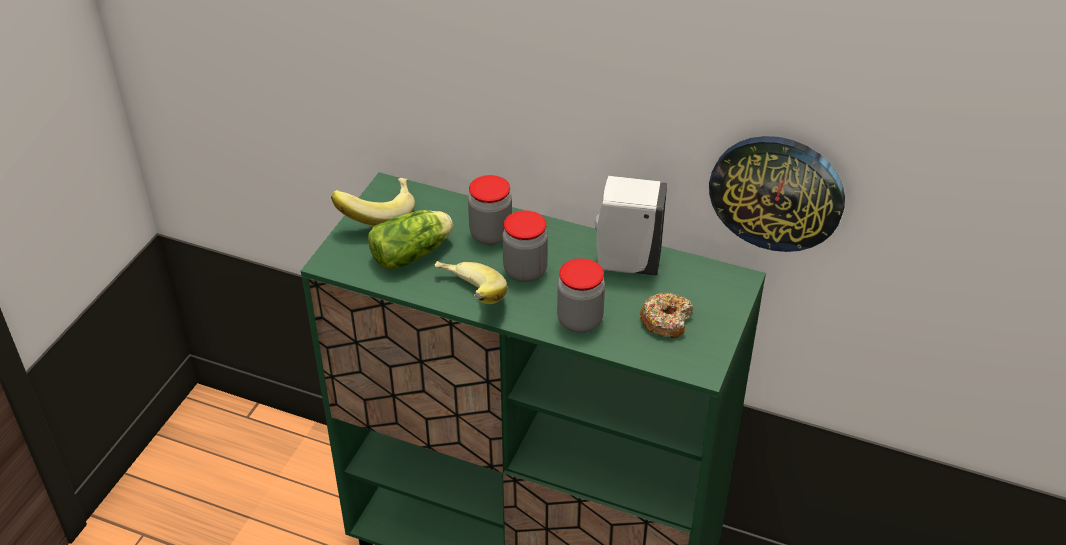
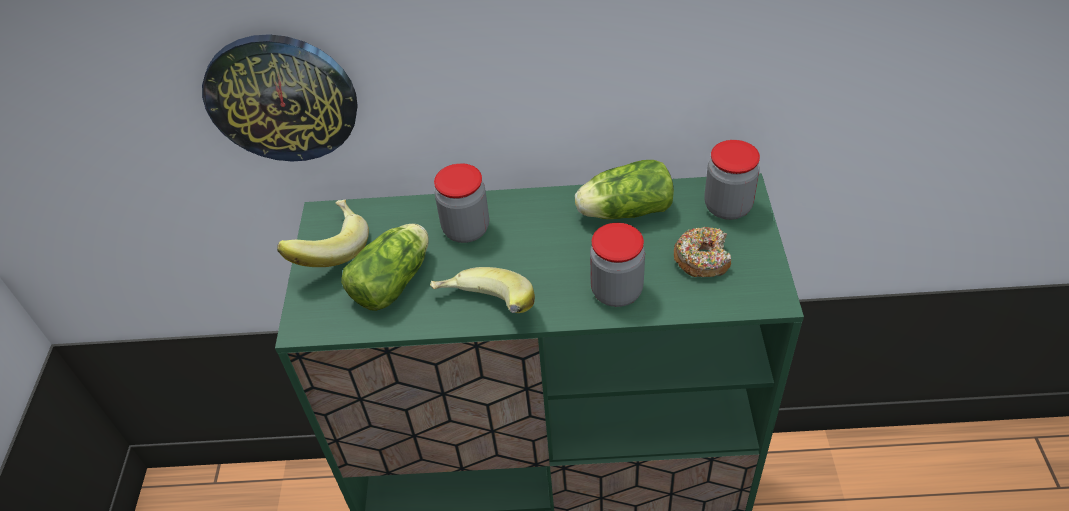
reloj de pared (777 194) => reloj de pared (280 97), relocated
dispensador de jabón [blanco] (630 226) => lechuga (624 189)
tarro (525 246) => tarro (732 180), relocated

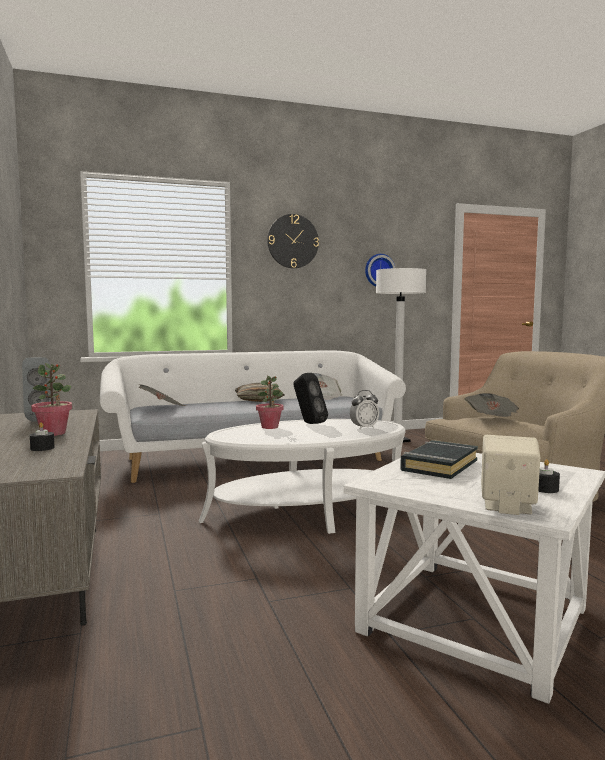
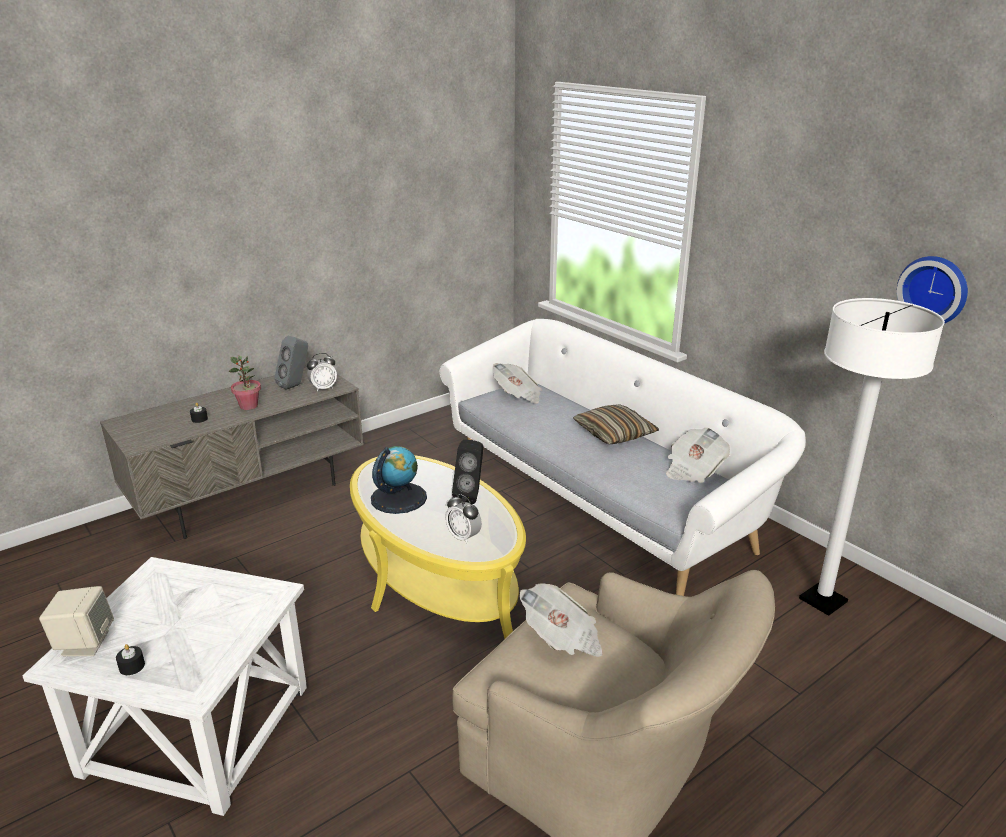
reloj de pared (293 241) => nothing
planta en maceta (270 402) => nothing
mesa de centro [blanco] (302 476) => mesa de centro [amarillo] (438 547)
libro [negro] (439 459) => nothing
nothing => despertador (322 372)
nothing => globo terráqueo (399 480)

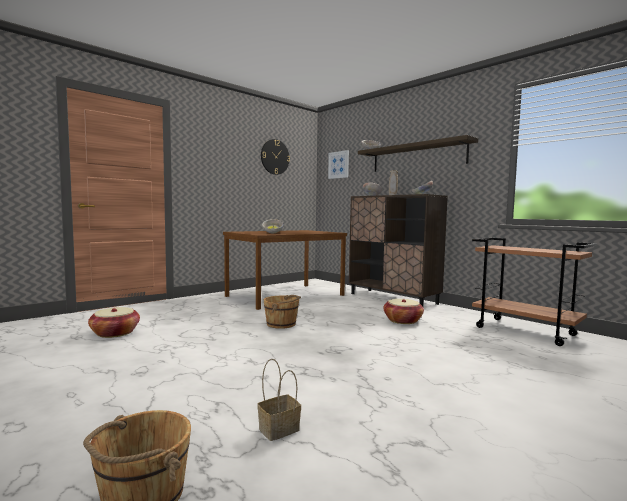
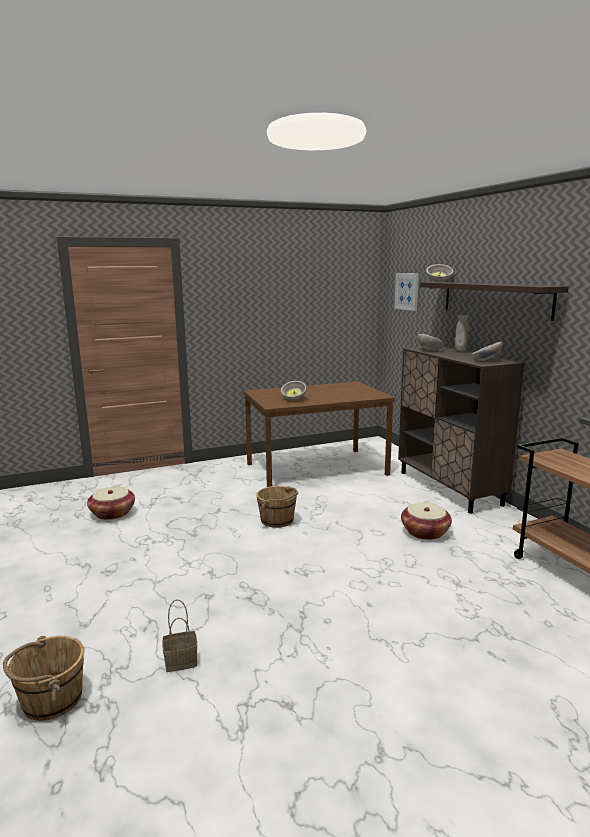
reloj de pared (275 157) => nothing

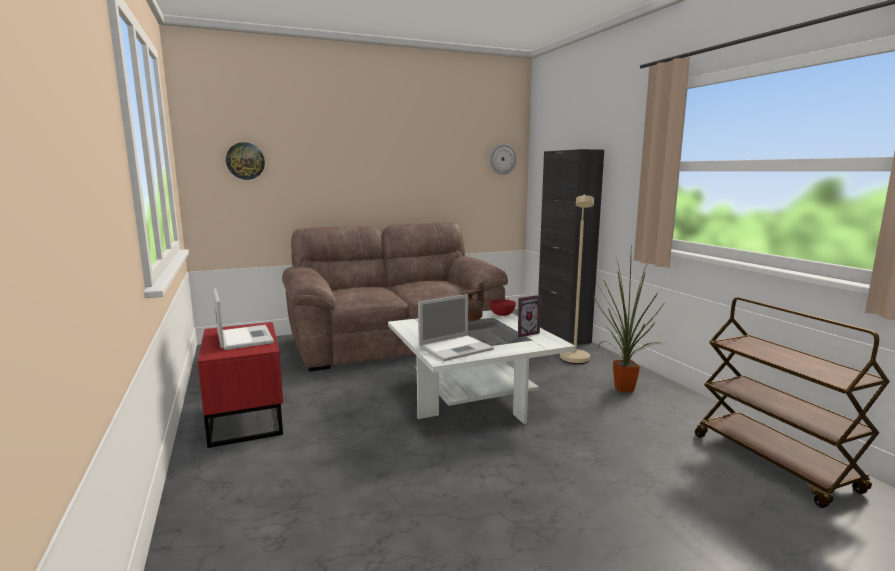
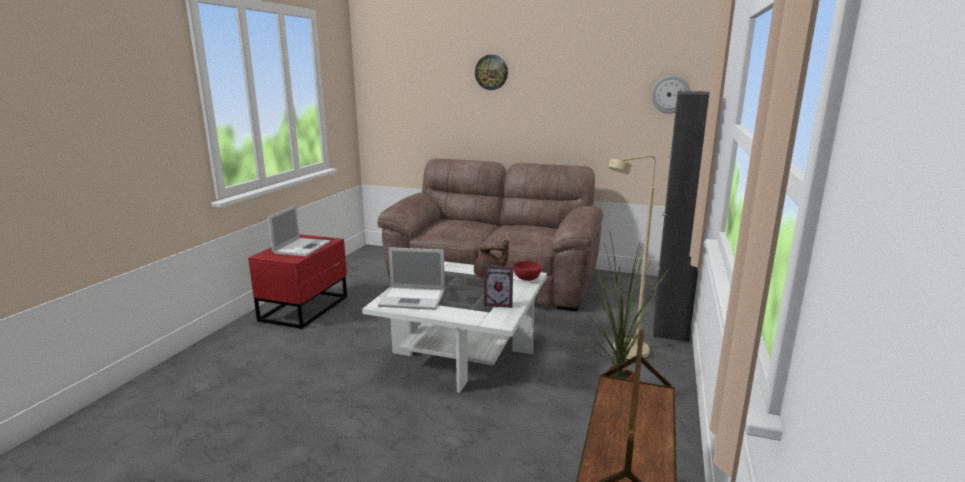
reloj de pared (245 161) => reloj de pared (491 72), relocated

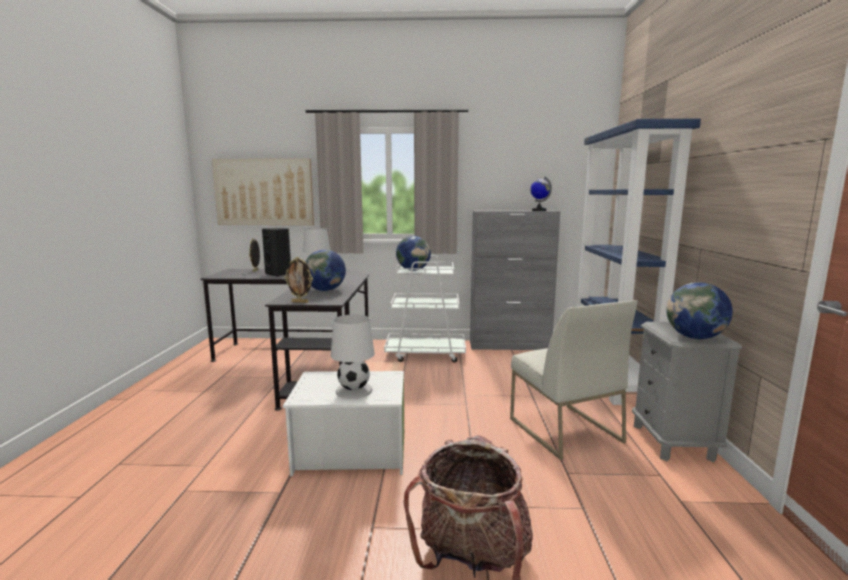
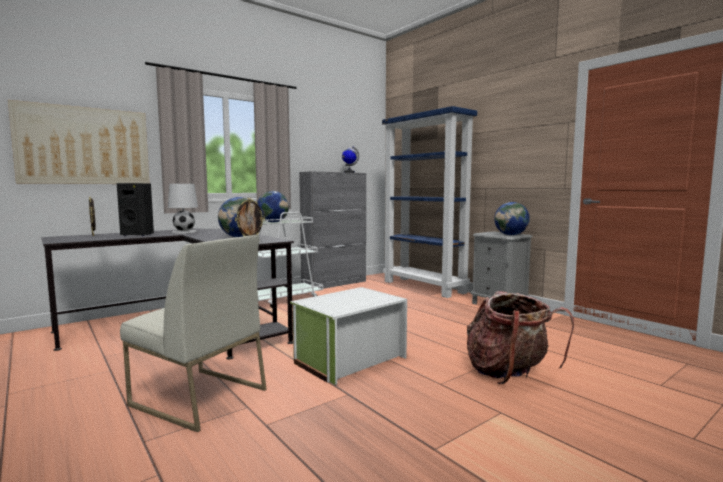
silla [blanco] (573 380) => silla [blanco] (193 333), relocated
lámpara de mesa [blanco] (353 357) => nothing

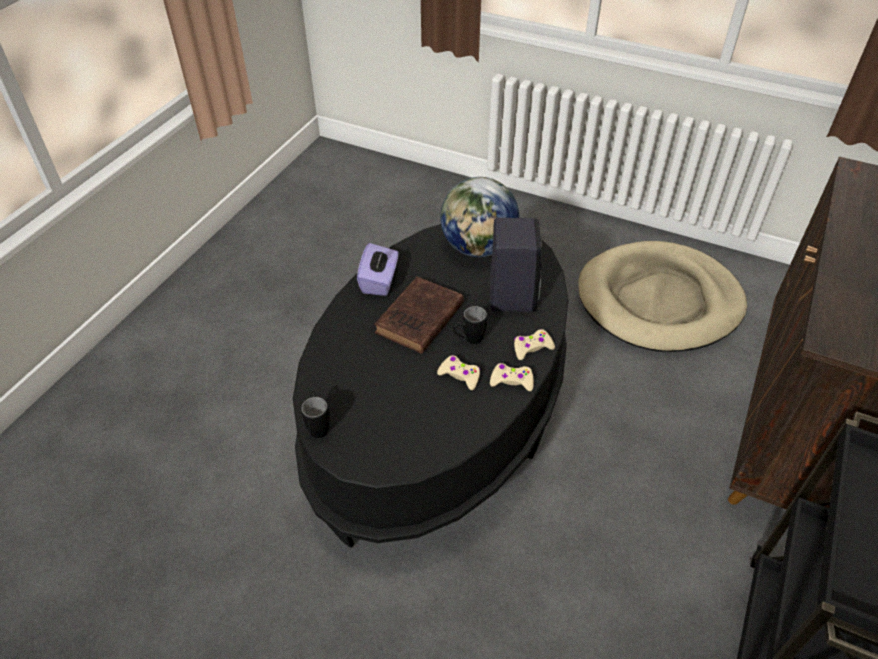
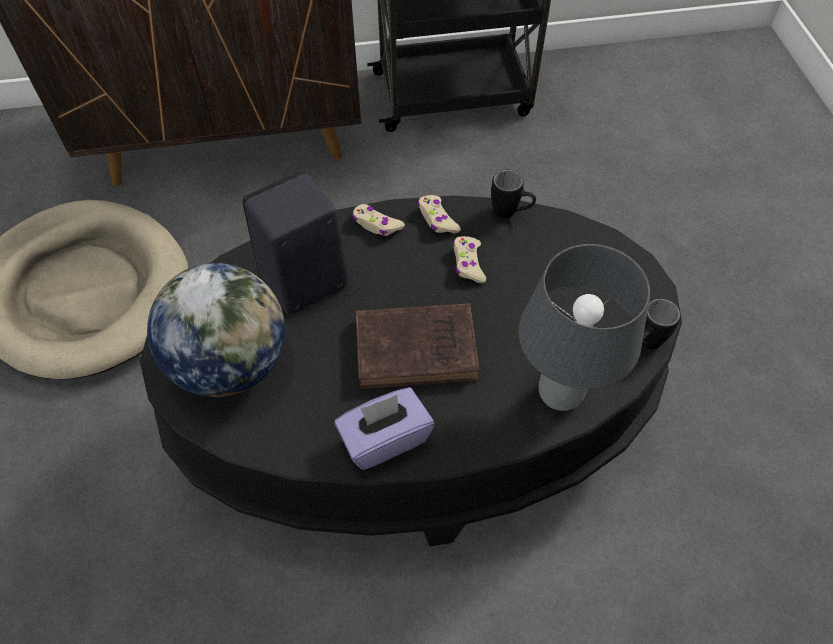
taza grande [negro] (470 325) => taza grande [negro] (513 194), relocated
nothing => lámpara de mesa [gris] (584 327)

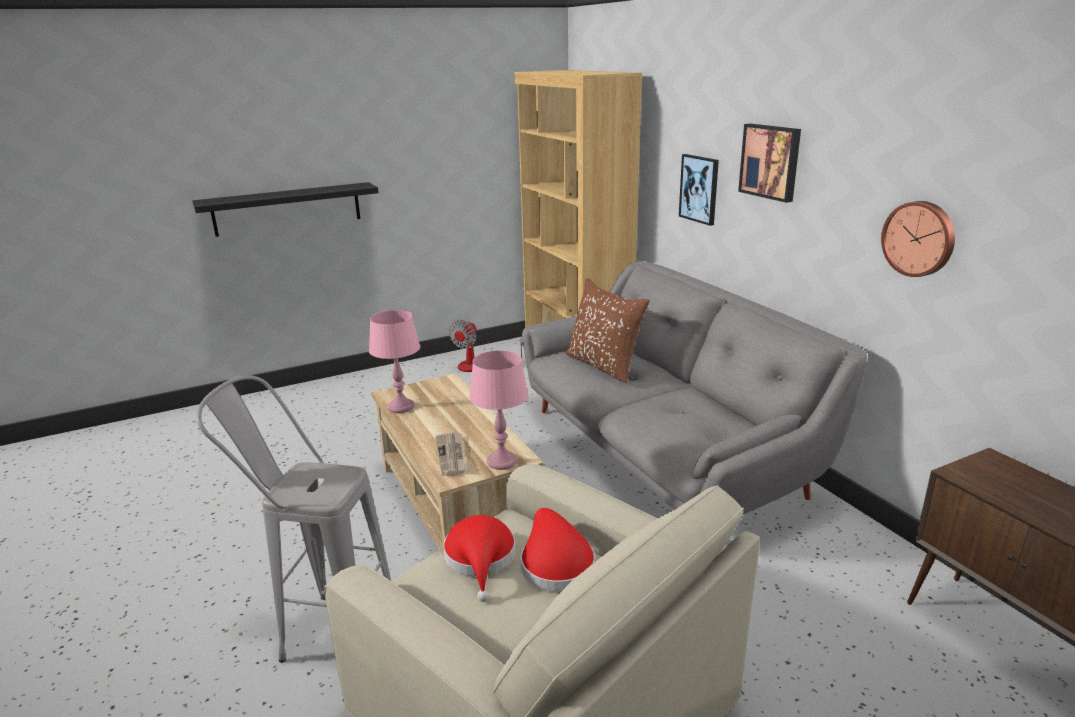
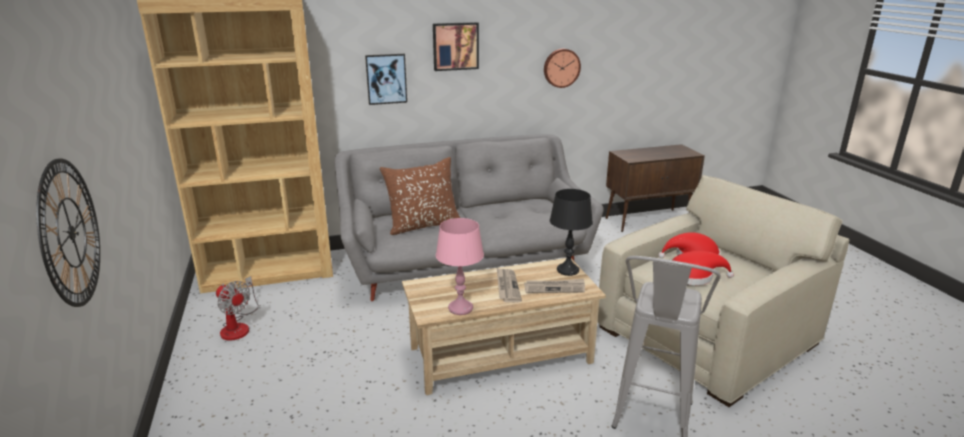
estante [negro] (285 209) => reloj de pared (68 232)
lámpara de mesa [rosa] (499 410) => lámpara de mesa [negro] (571 232)
nothing => periódico (509 285)

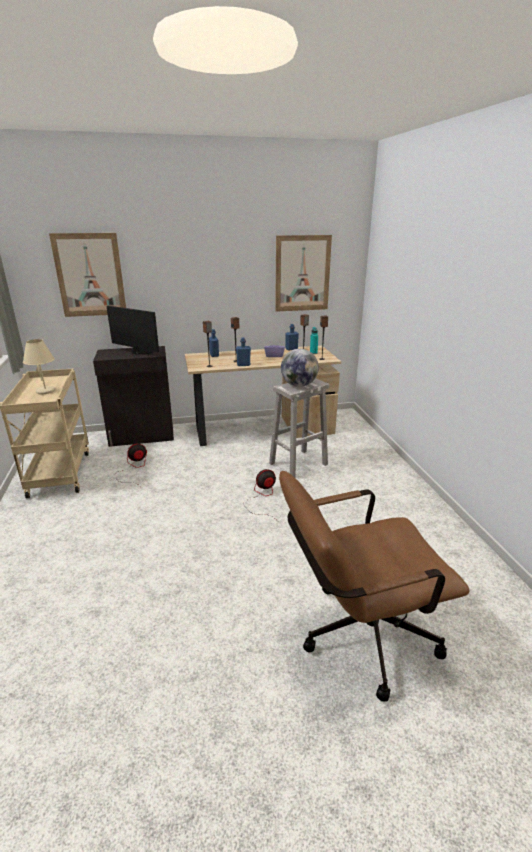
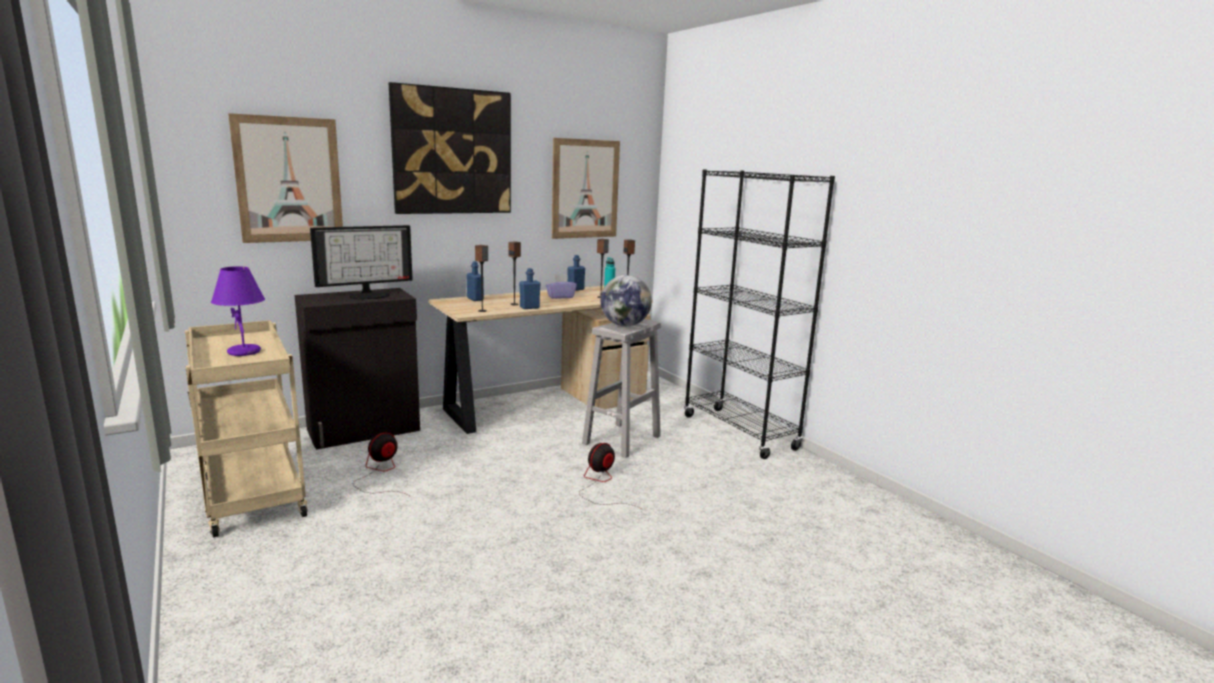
monitor (132 330) => monitor (361 262), 135 degrees clockwise
lámpara de mesa [beis] (39 366) => lámpara de mesa [morado] (238 311)
silla de oficina [marrón] (374 586) => nothing
nothing => cuadro (450 148)
nothing => estantería [negro] (759 314)

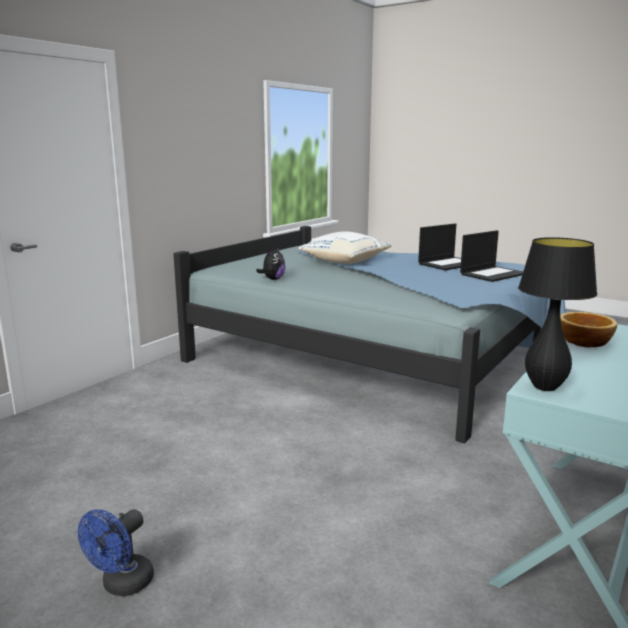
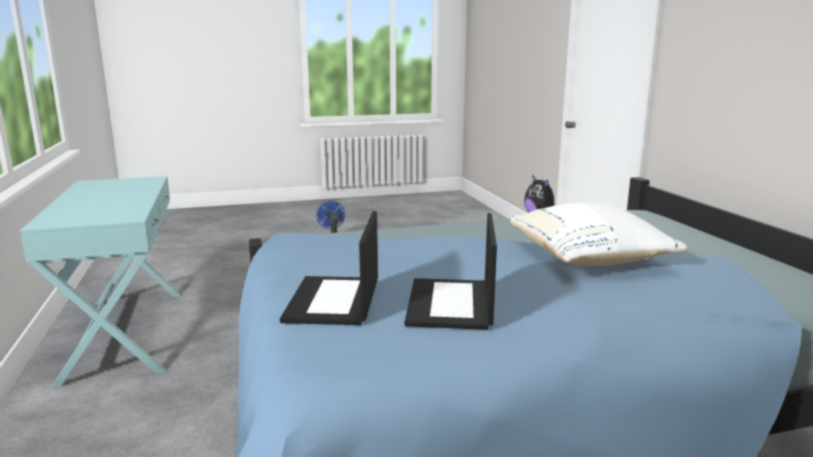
lámpara de mesa [negro] (557 314) => nothing
cuenco (588 330) => nothing

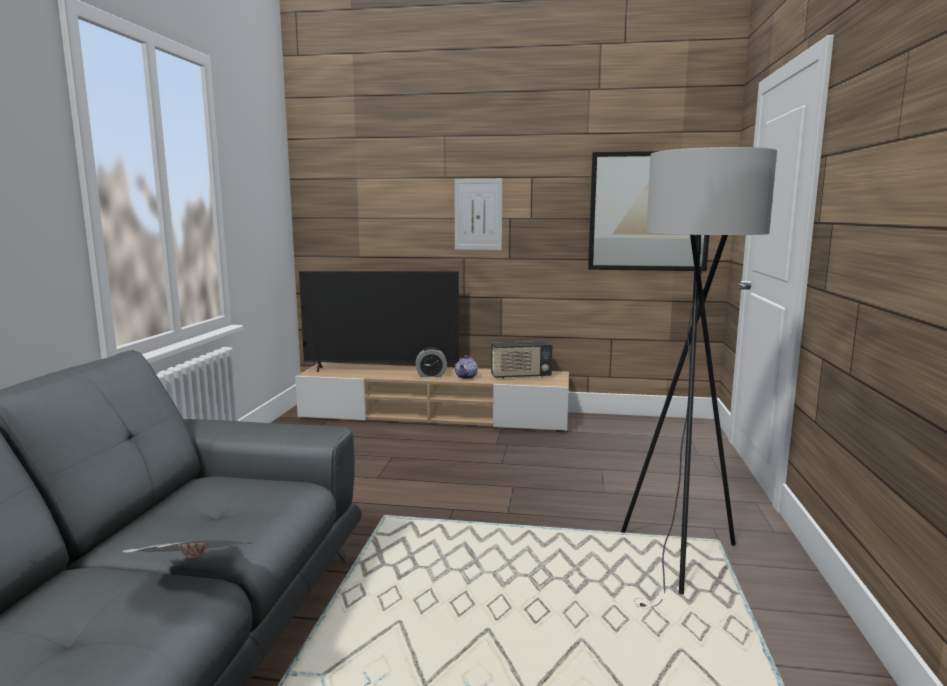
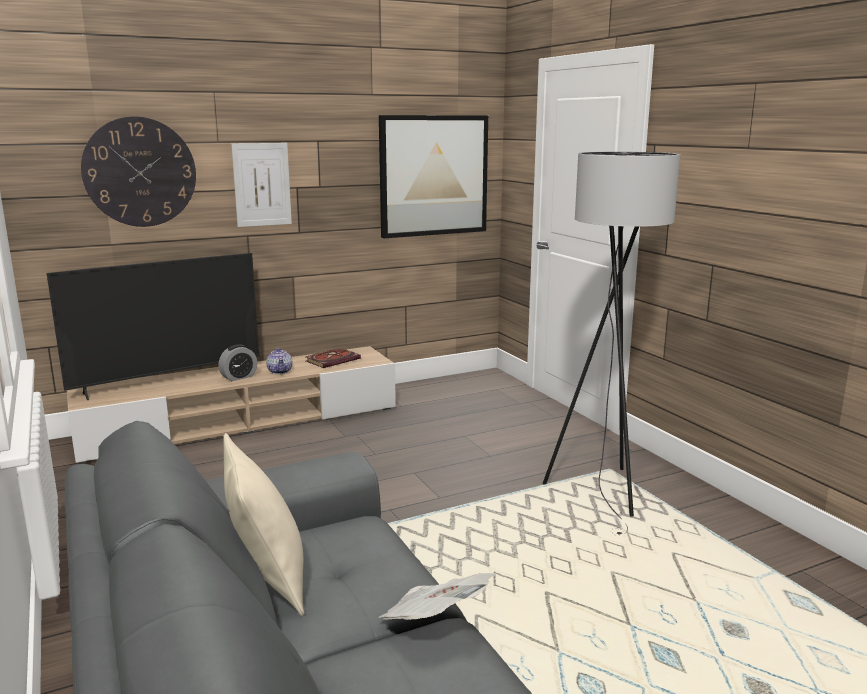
radio (521 360) => libro (333 358)
nothing => reloj de pared (138 171)
nothing => cojín [beis] (263 524)

